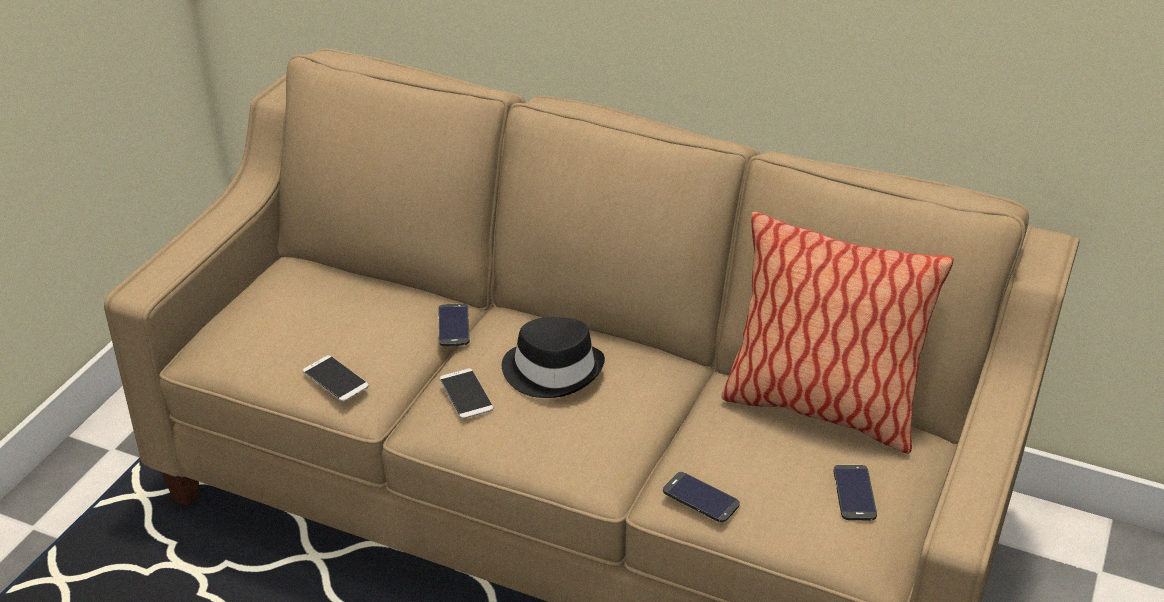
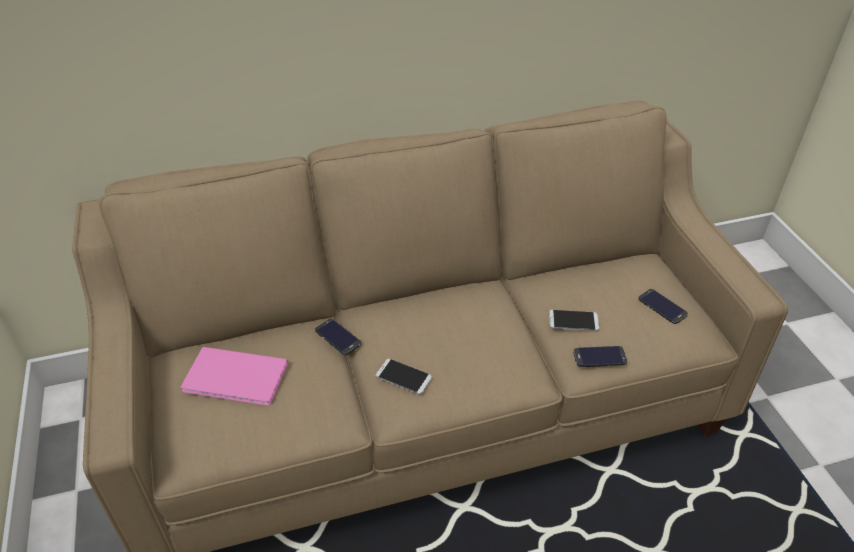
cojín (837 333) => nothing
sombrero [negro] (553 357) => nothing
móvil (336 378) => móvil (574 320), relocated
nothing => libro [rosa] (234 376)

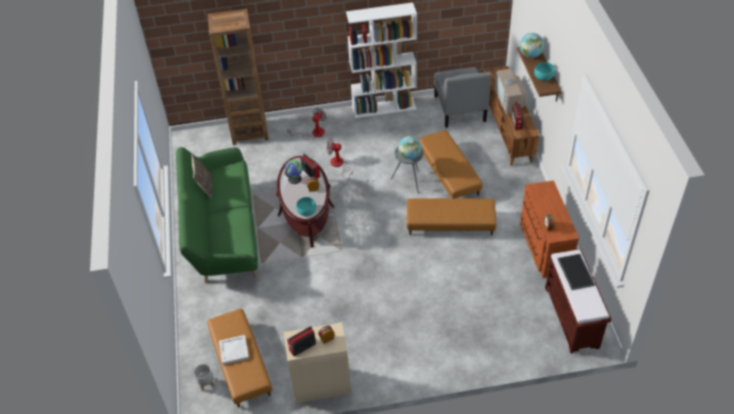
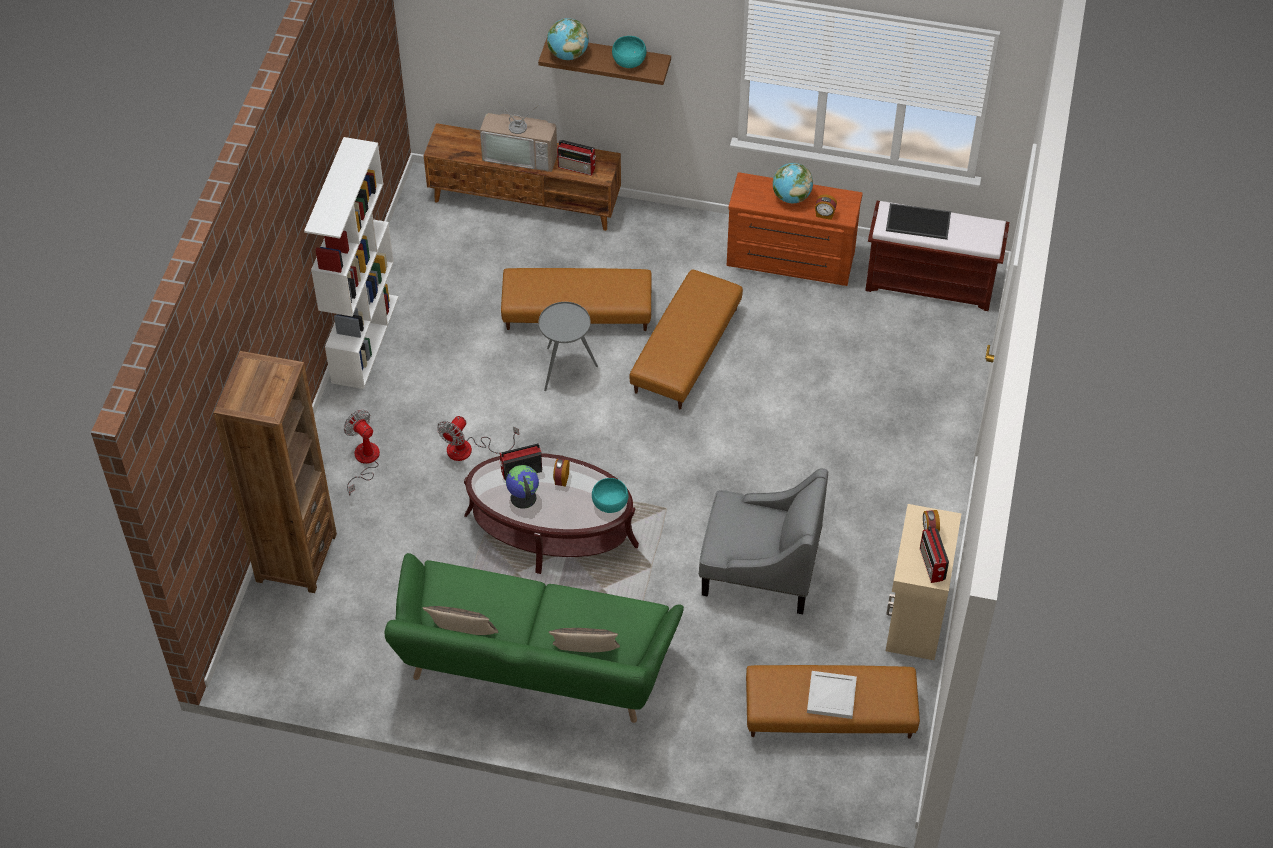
sillón [gris] (462 97) => sillón [gris] (763 541), relocated
globo terráqueo (410 147) => globo terráqueo (793 183), relocated
maceta [gris] (204 377) => nothing
nothing => cojín (584 640)

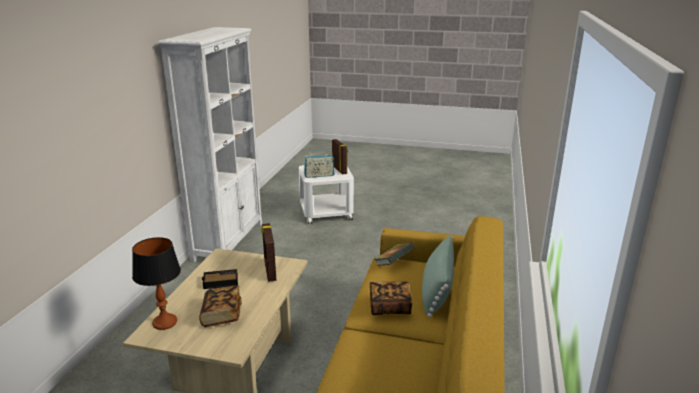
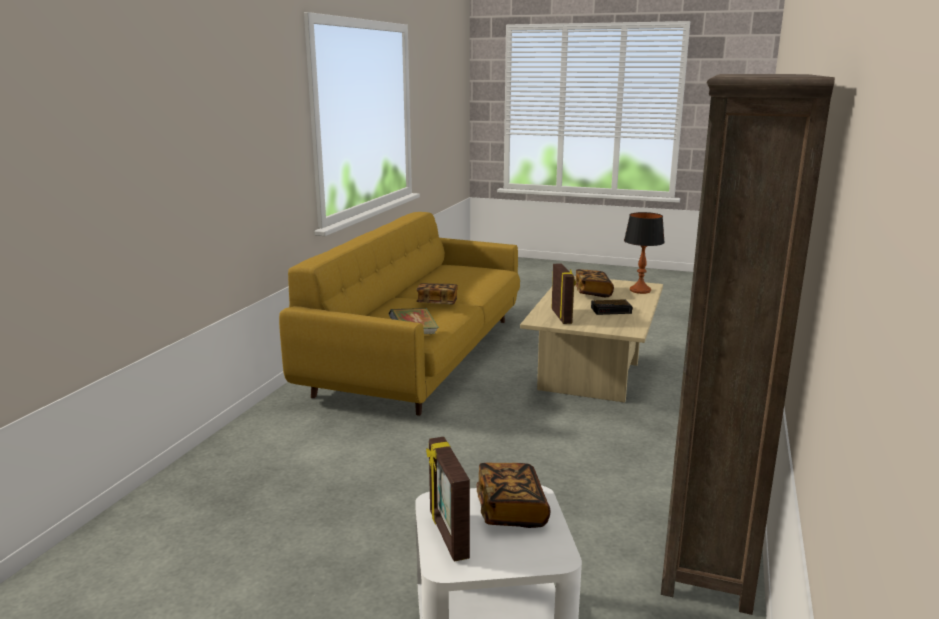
estantería [blanco] (210 145) => estantería [marrón] (748 344)
radio (319 166) => libro (514 495)
cojín [verde] (438 276) => nothing

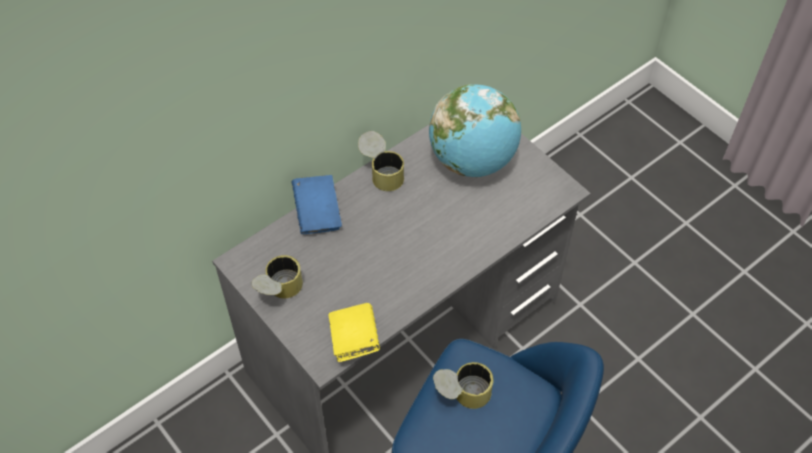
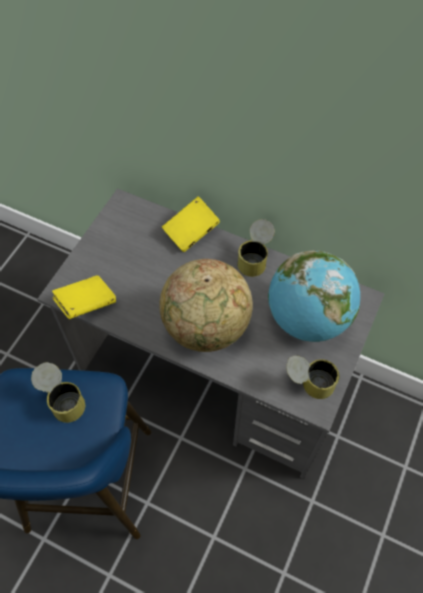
libro [azul] (317 204) => libro [amarillo] (191 224)
lata (277 276) => lata (312 377), relocated
nothing => globo terráqueo (206 305)

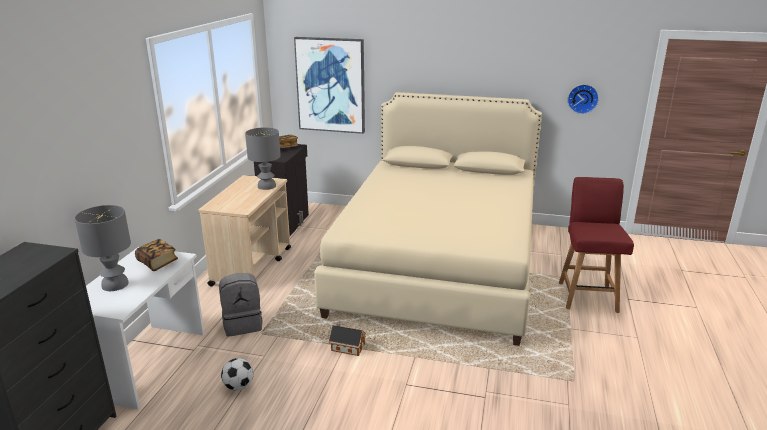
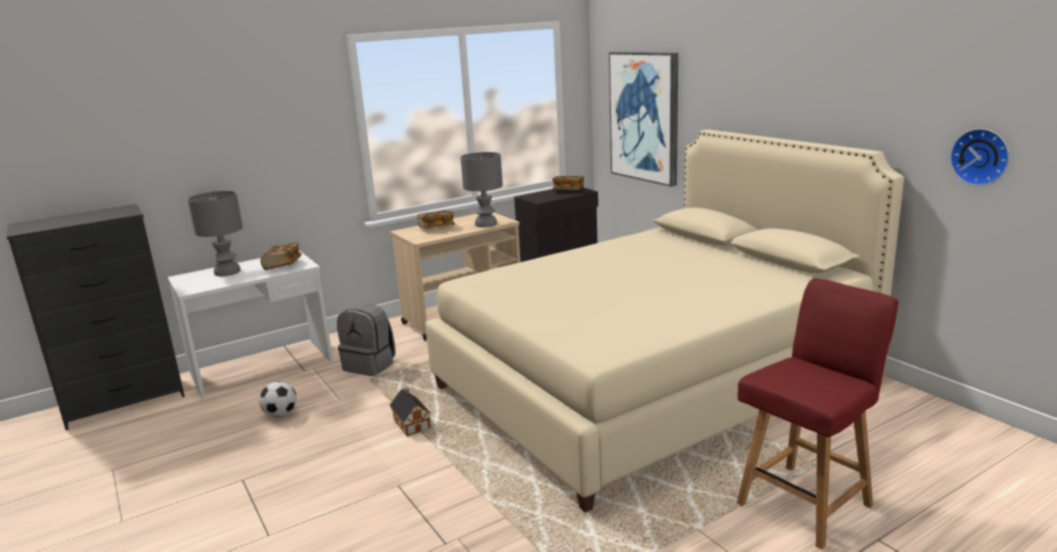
nothing => libro (436 219)

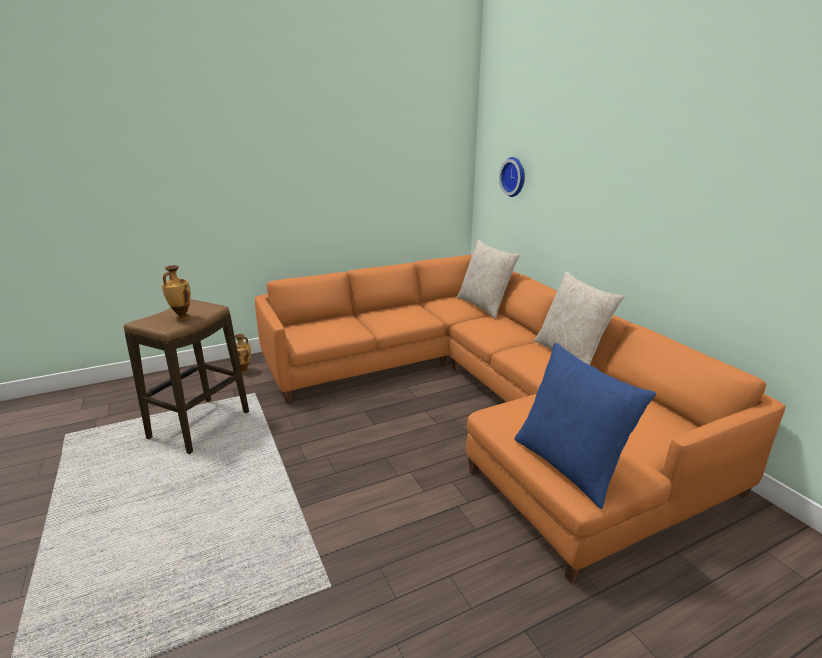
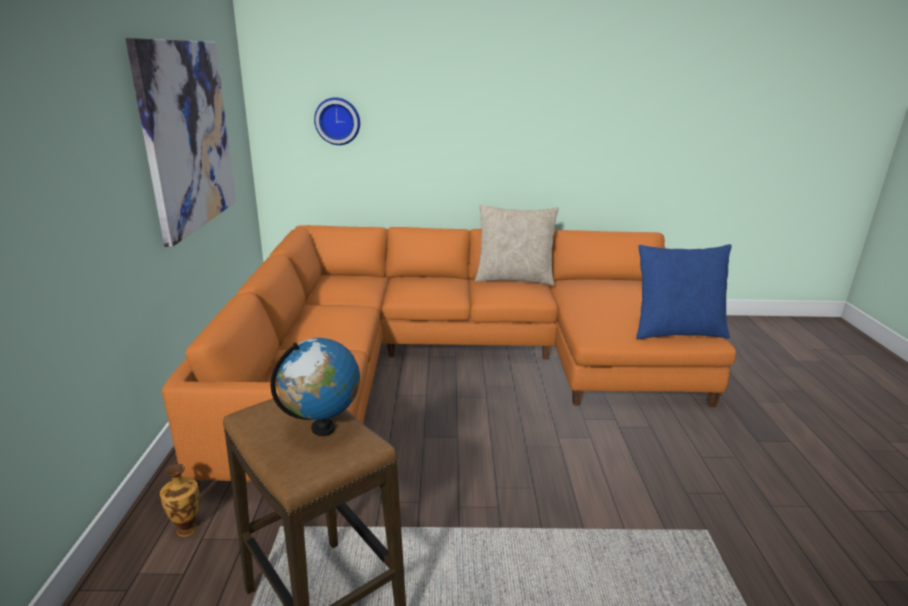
cojín [beis] (488 279) => nothing
florero (176 292) => globo terráqueo (315 387)
nothing => cuadro (181 142)

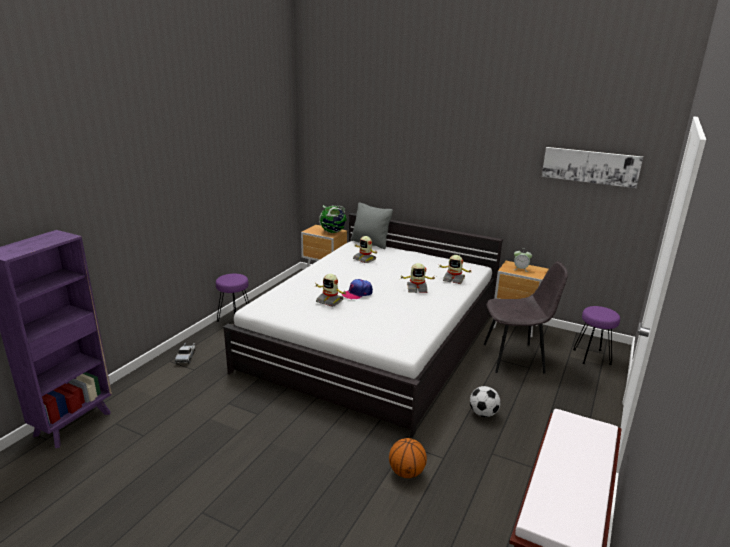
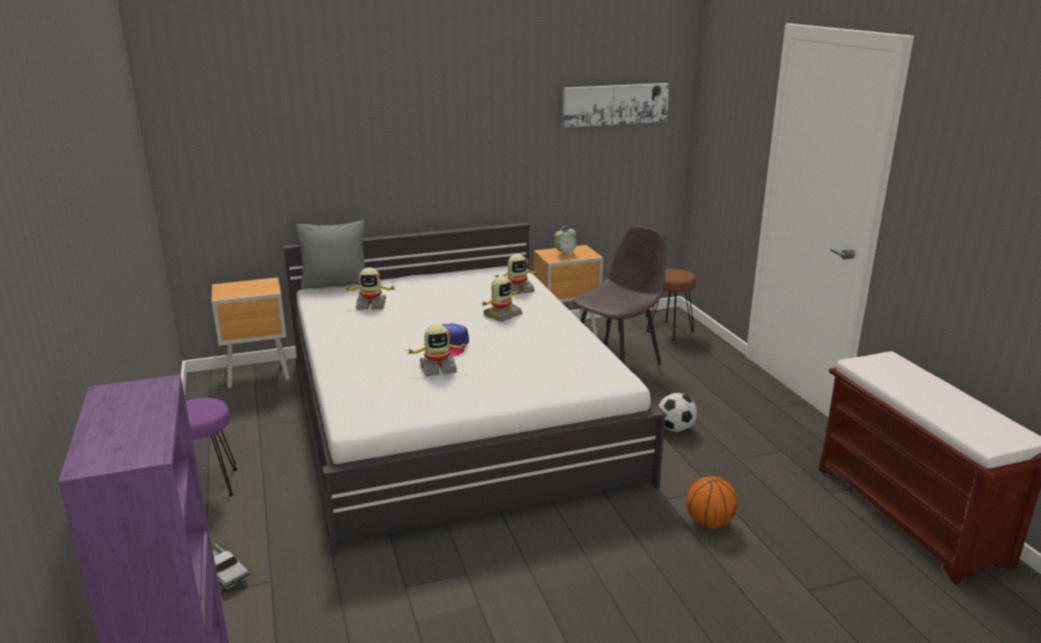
globo terráqueo (332 219) => nothing
taburete [morado] (596 335) => taburete [marrón] (671 305)

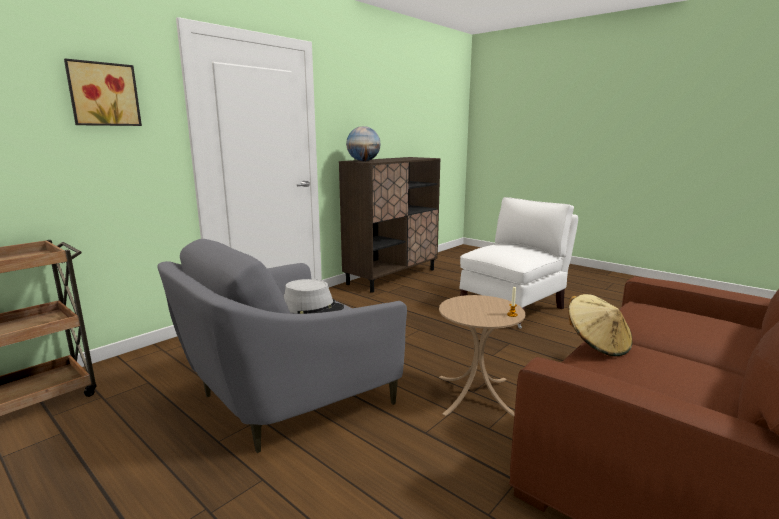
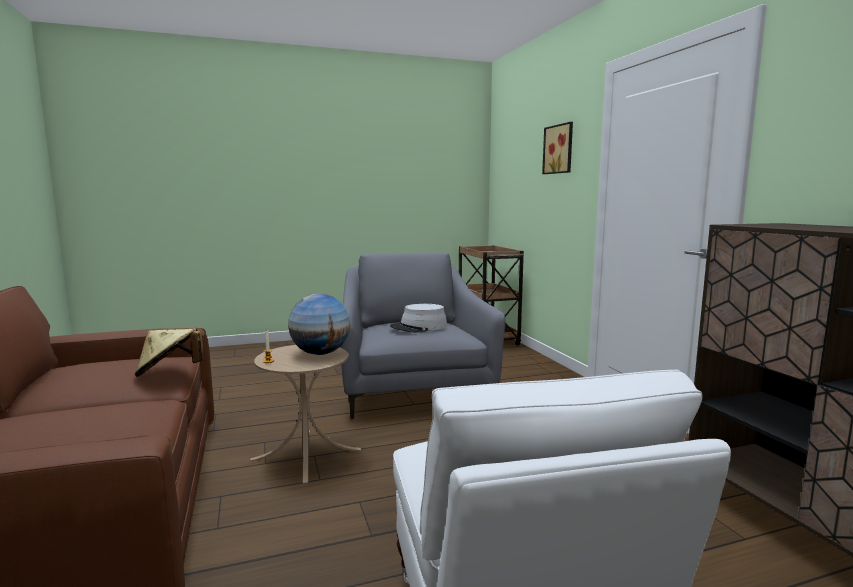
globo terráqueo (363 143) => globo terráqueo (319 324), relocated

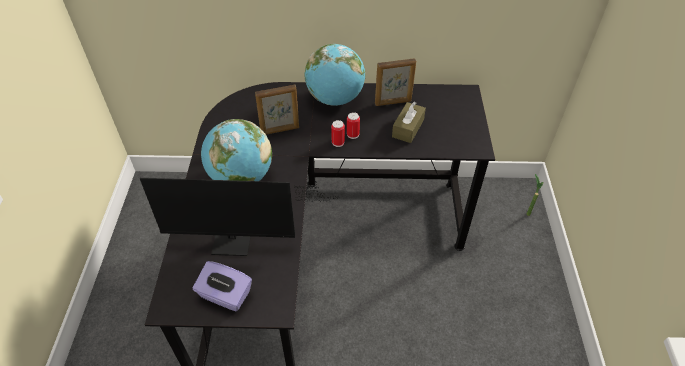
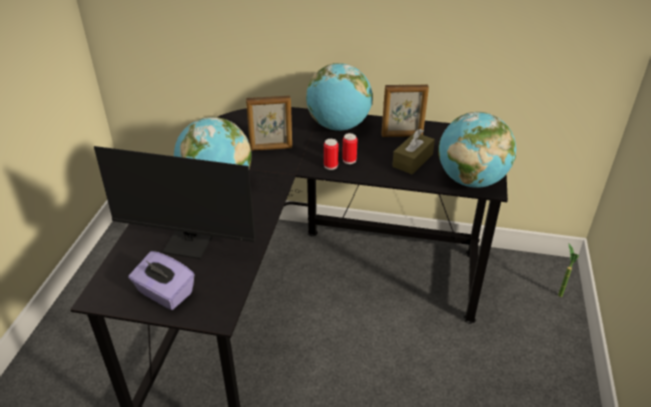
nothing => globo terráqueo (477 150)

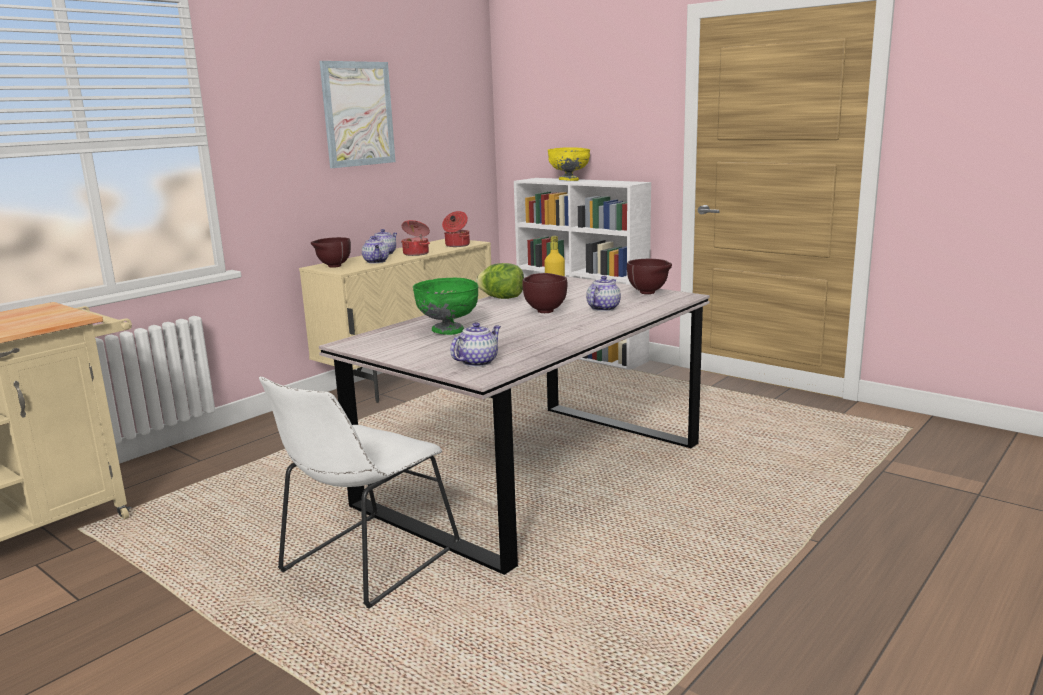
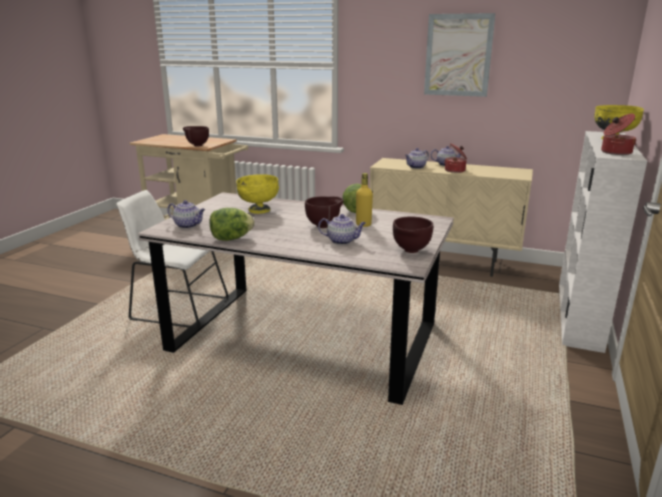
olla (456 229) => olla (619 134), relocated
cuenco [marrón] (331 252) => cuenco [marrón] (196 136), relocated
cuenco [verde] (445 306) => cuenco [amarillo] (257 194)
nothing => lechuga (232 224)

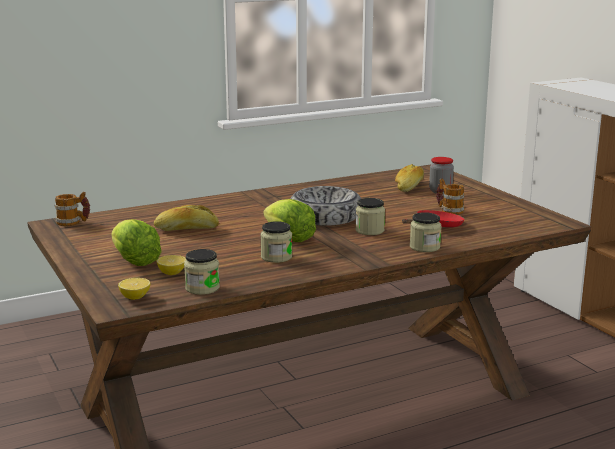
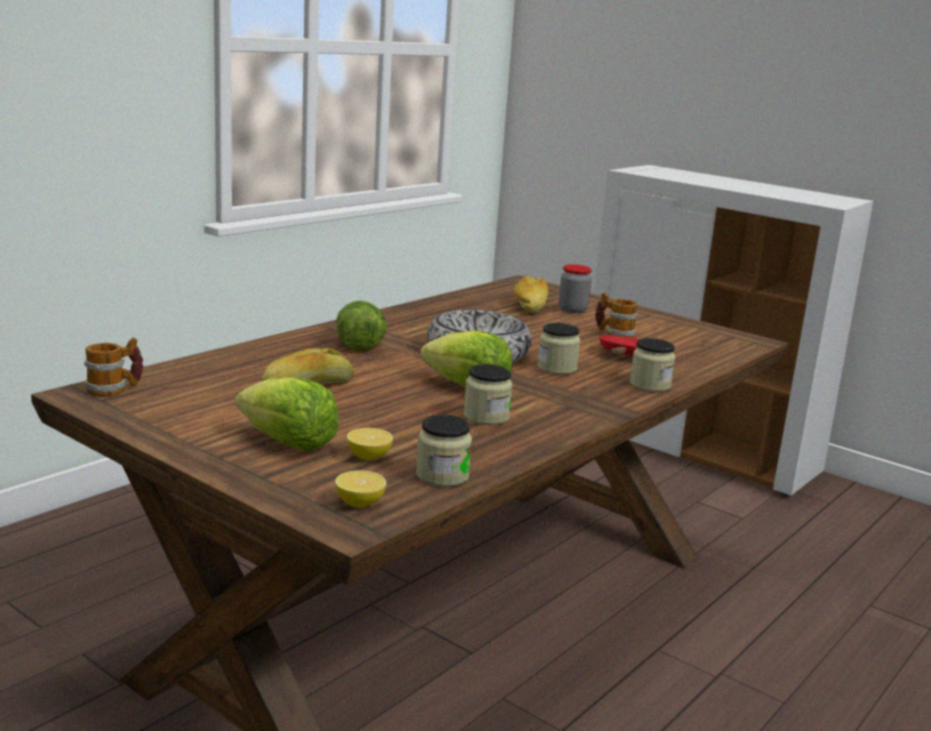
nothing => lechuga (361 326)

